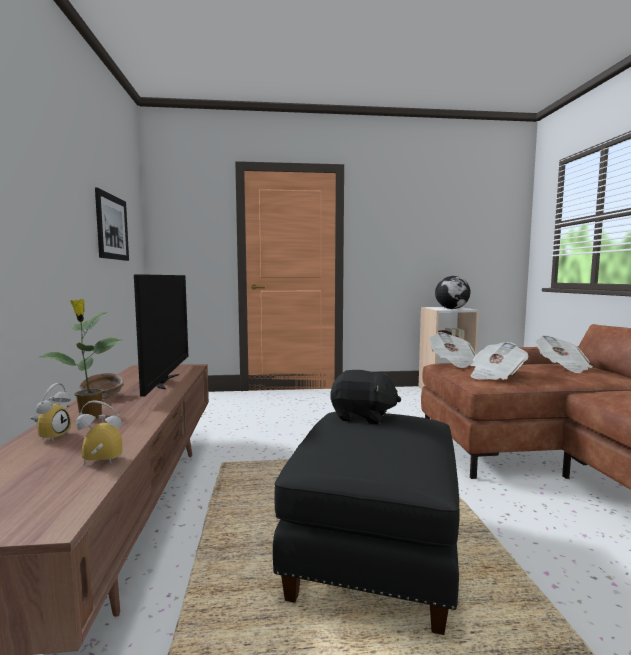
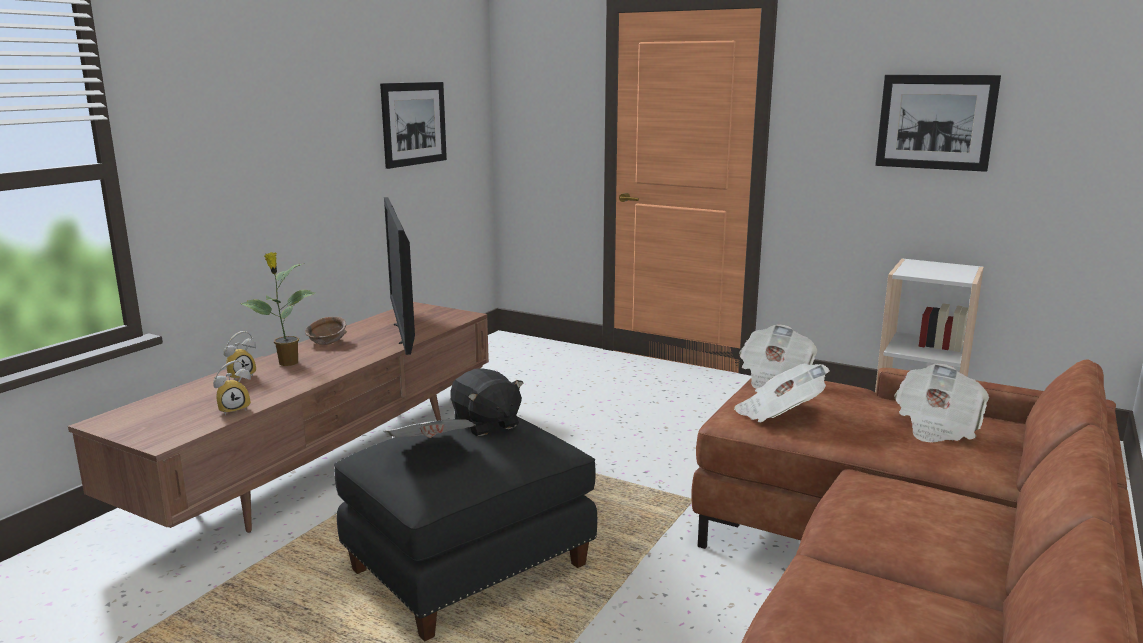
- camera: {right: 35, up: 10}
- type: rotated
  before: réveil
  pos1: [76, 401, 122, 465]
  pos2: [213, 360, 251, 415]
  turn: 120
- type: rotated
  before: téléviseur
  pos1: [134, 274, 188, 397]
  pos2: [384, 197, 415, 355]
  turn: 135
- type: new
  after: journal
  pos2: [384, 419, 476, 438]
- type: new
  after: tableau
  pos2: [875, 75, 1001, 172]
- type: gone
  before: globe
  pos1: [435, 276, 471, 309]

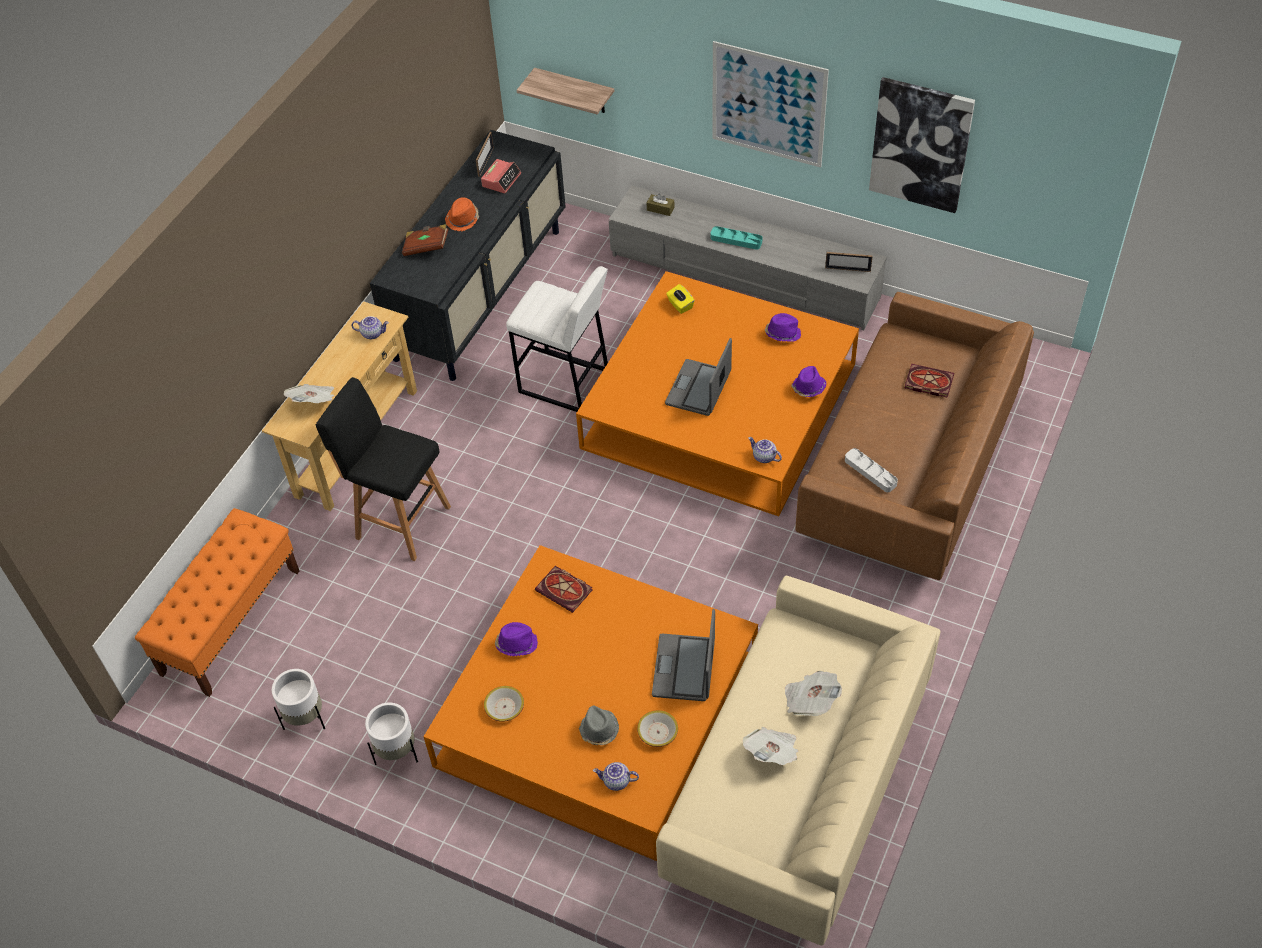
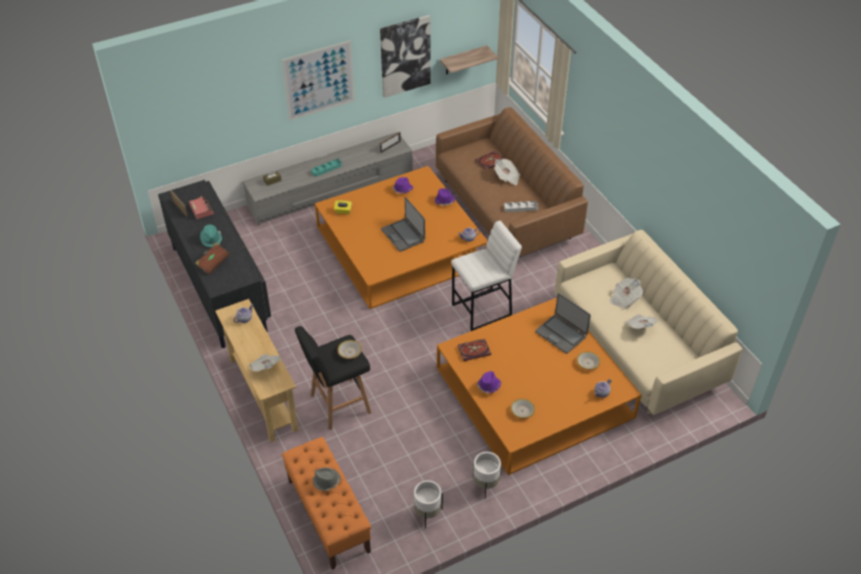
- camera: {right: -55, up: -5}
- type: repainted
  before: chapeau [orange]
  after: chapeau [turquoise]
  pos1: [445, 197, 479, 231]
  pos2: [200, 224, 222, 247]
- type: shifted
  before: chapeau [gris]
  pos1: [579, 705, 619, 745]
  pos2: [313, 467, 341, 491]
- type: new
  after: bol
  pos2: [337, 340, 362, 359]
- type: shifted
  before: étagère
  pos1: [517, 68, 614, 114]
  pos2: [440, 45, 498, 74]
- type: shifted
  before: tabouret [blanc]
  pos1: [506, 266, 608, 412]
  pos2: [451, 221, 522, 331]
- type: new
  after: journal
  pos2: [494, 159, 521, 185]

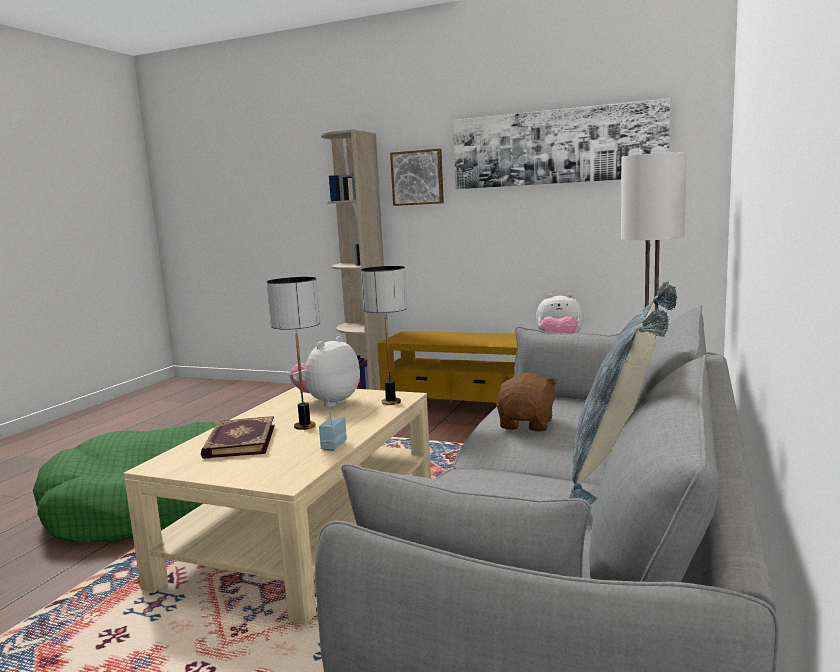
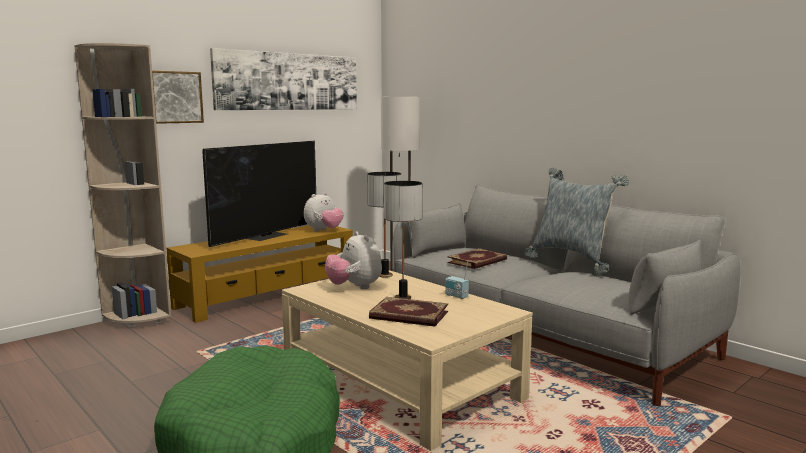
- camera: {right: -65, up: 0}
- type: new
  after: téléviseur
  pos2: [202, 141, 316, 247]
- type: swapped
  before: peluche [marron]
  after: livre
  pos1: [496, 373, 558, 432]
  pos2: [447, 248, 507, 269]

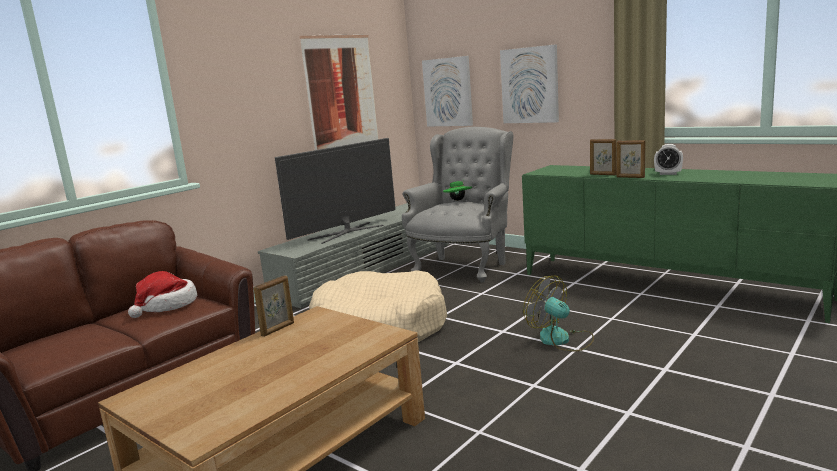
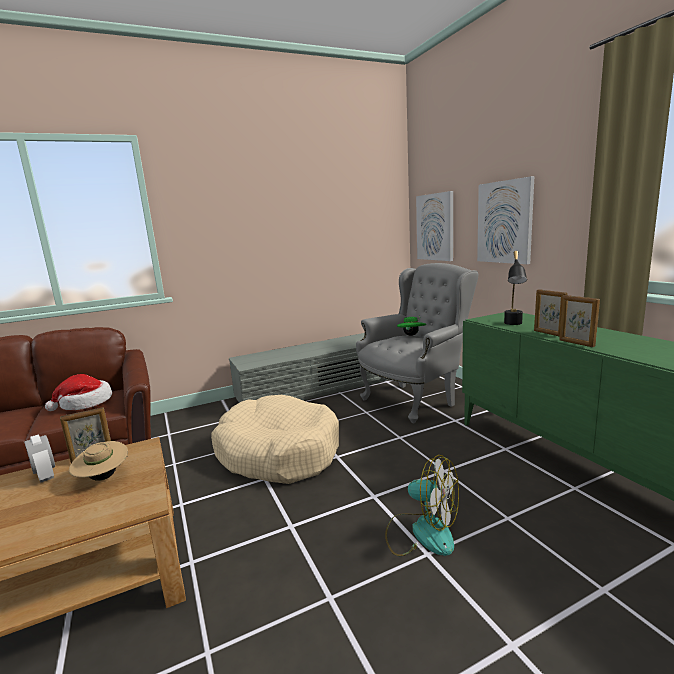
- camera: {right: 25, up: 0}
- type: shifted
  before: réveil
  pos1: [654, 144, 683, 175]
  pos2: [24, 435, 55, 483]
- type: new
  after: chapeau [beige]
  pos2: [69, 441, 128, 481]
- type: rotated
  before: ventilateur
  pos1: [523, 275, 594, 351]
  pos2: [385, 455, 459, 556]
  turn: 135
- type: new
  after: lampe de table [noir]
  pos2: [504, 251, 527, 325]
- type: gone
  before: téléviseur
  pos1: [275, 138, 396, 244]
- type: gone
  before: tableau
  pos1: [299, 34, 378, 150]

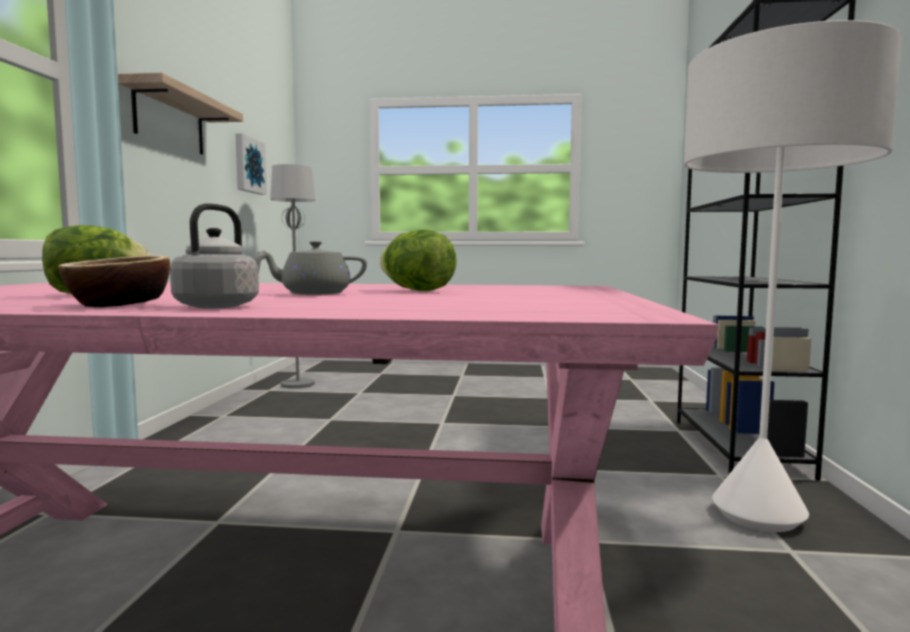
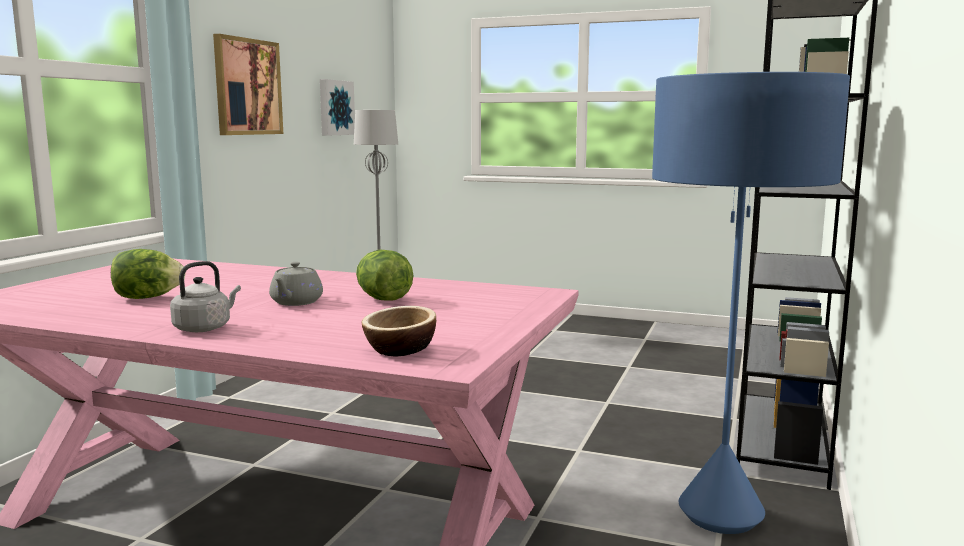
- camera: {right: 15, up: 5}
- type: swapped
  before: étagère
  after: tableau
  pos1: [118, 73, 243, 155]
  pos2: [213, 34, 283, 135]
- type: rotated
  before: théière [gris]
  pos1: [257, 241, 367, 295]
  pos2: [269, 262, 323, 306]
  turn: -90
- type: shifted
  before: bol
  pos1: [58, 255, 170, 307]
  pos2: [362, 306, 436, 357]
- type: repainted
  before: lampadaire [blanc]
  after: lampadaire [bleu]
  pos1: [684, 20, 902, 532]
  pos2: [652, 72, 850, 534]

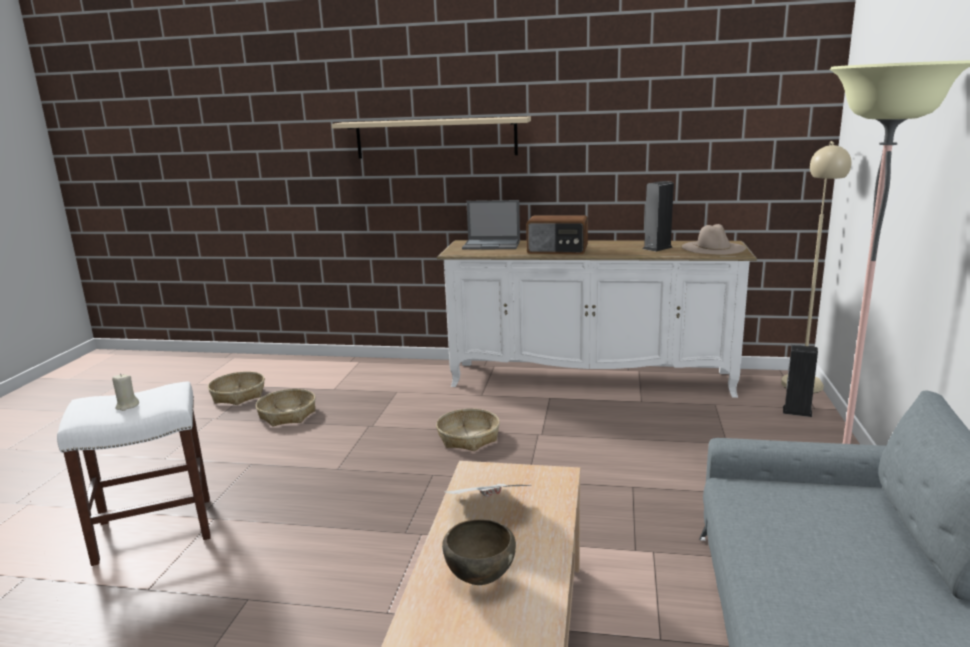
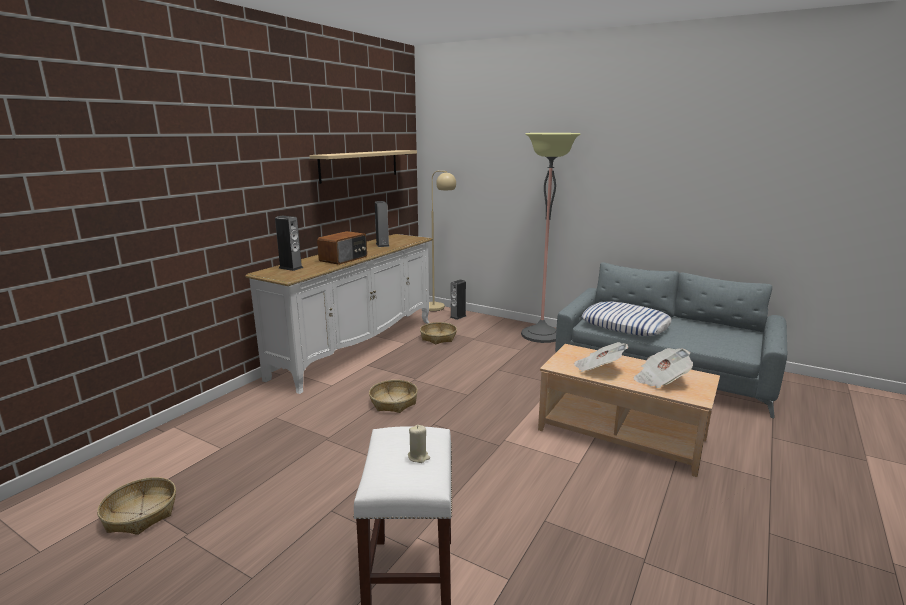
- camera: {right: -70, up: 0}
- type: swapped
  before: ordinateur portable
  after: enceinte
  pos1: [462, 200, 520, 250]
  pos2: [275, 216, 303, 271]
- type: shifted
  before: étagère [beige]
  pos1: [331, 116, 531, 159]
  pos2: [309, 150, 417, 184]
- type: shifted
  before: panier
  pos1: [256, 389, 316, 427]
  pos2: [420, 322, 457, 344]
- type: new
  after: coussin
  pos2: [582, 301, 672, 336]
- type: swapped
  before: bol [marron]
  after: journal
  pos1: [442, 519, 516, 585]
  pos2: [633, 348, 693, 388]
- type: gone
  before: chapeau [beige]
  pos1: [682, 224, 746, 255]

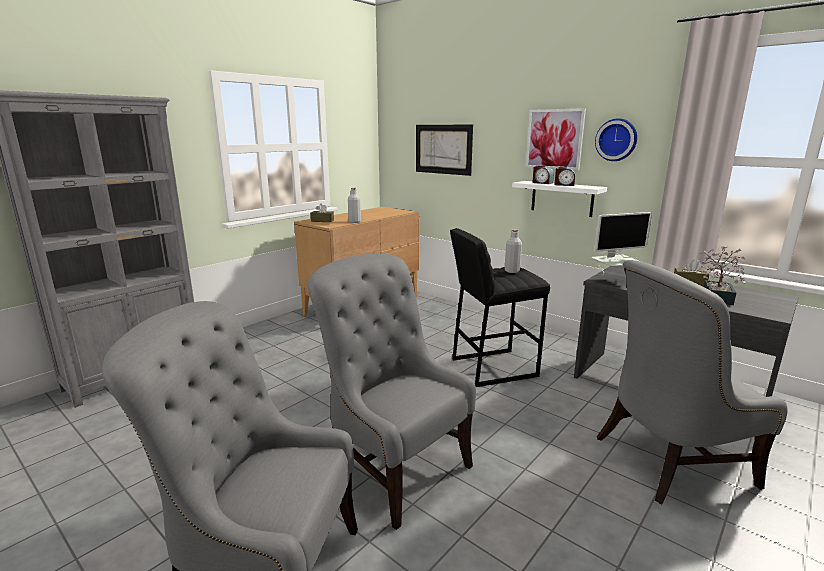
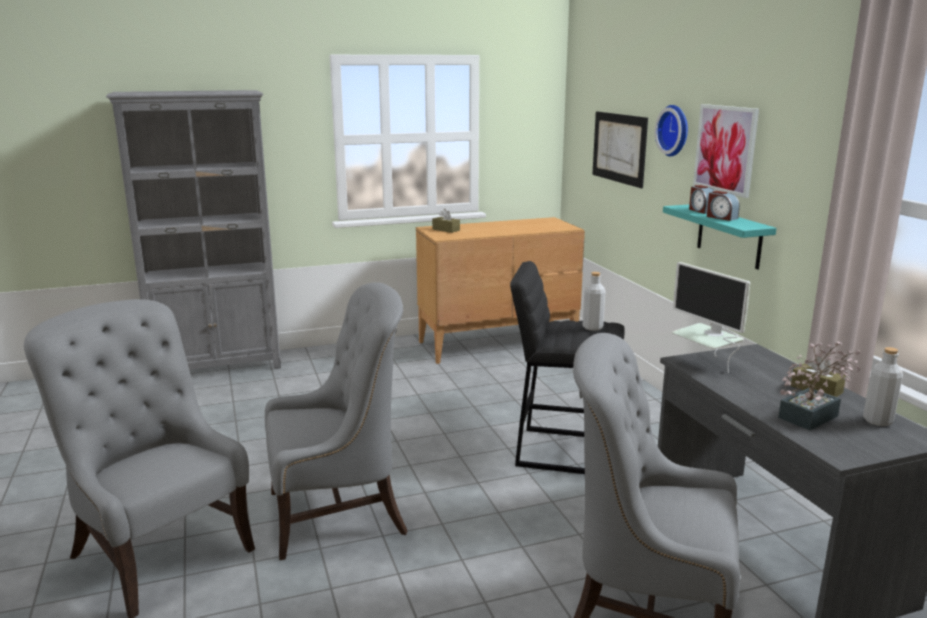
- camera: {right: 30, up: 0}
- type: rotated
  before: chaise [gris]
  pos1: [308, 253, 476, 530]
  pos2: [265, 282, 407, 560]
  turn: 90
- type: shifted
  before: horloge murale
  pos1: [595, 118, 637, 161]
  pos2: [655, 105, 688, 156]
- type: repainted
  before: étagère [blanc]
  after: étagère [turquoise]
  pos1: [512, 181, 607, 217]
  pos2: [663, 204, 777, 269]
- type: rotated
  before: écran d'ordinateur
  pos1: [591, 212, 652, 275]
  pos2: [672, 262, 750, 373]
  turn: 45
- type: shifted
  before: bouteille [gris]
  pos1: [348, 188, 361, 223]
  pos2: [863, 347, 903, 426]

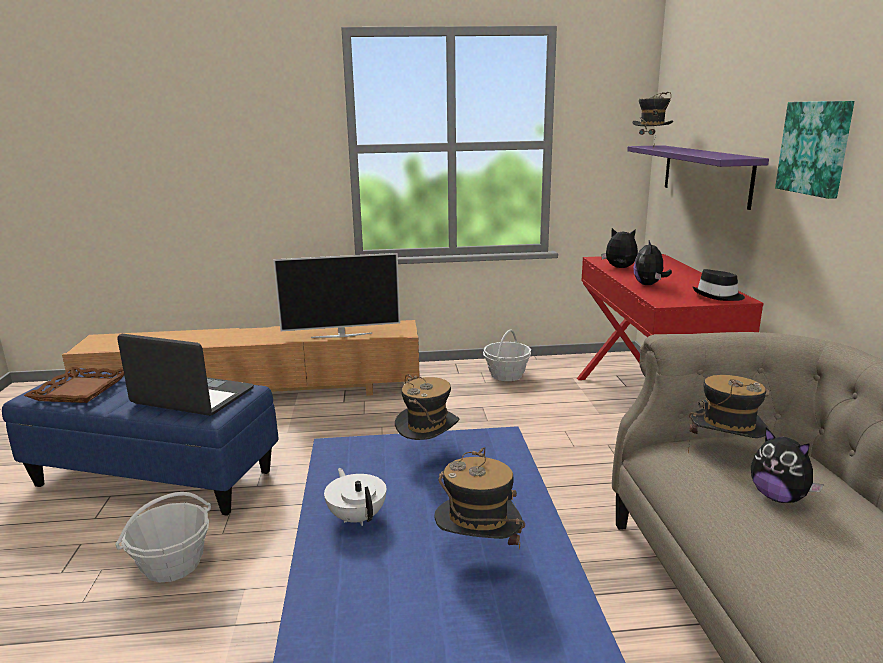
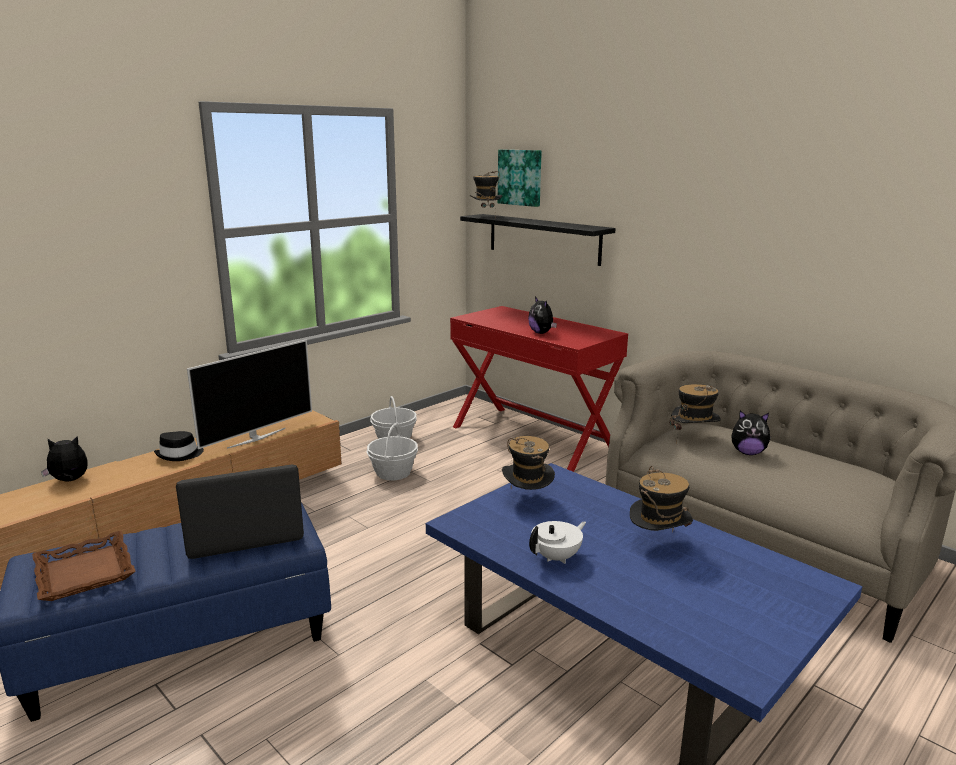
- camera: {right: -40, up: 0}
- type: shifted
  before: peluche
  pos1: [601, 228, 638, 268]
  pos2: [41, 436, 88, 481]
- type: shifted
  before: chapeau [noir]
  pos1: [693, 269, 745, 301]
  pos2: [154, 431, 204, 461]
- type: shifted
  before: panier
  pos1: [115, 492, 211, 583]
  pos2: [366, 424, 418, 481]
- type: repainted
  before: étagère [violet]
  after: étagère [noir]
  pos1: [627, 145, 769, 210]
  pos2: [460, 214, 616, 266]
- type: shifted
  before: tableau
  pos1: [775, 101, 854, 199]
  pos2: [498, 150, 542, 207]
- type: rotated
  before: théière [blanc]
  pos1: [324, 468, 386, 526]
  pos2: [529, 521, 586, 564]
  turn: 120

